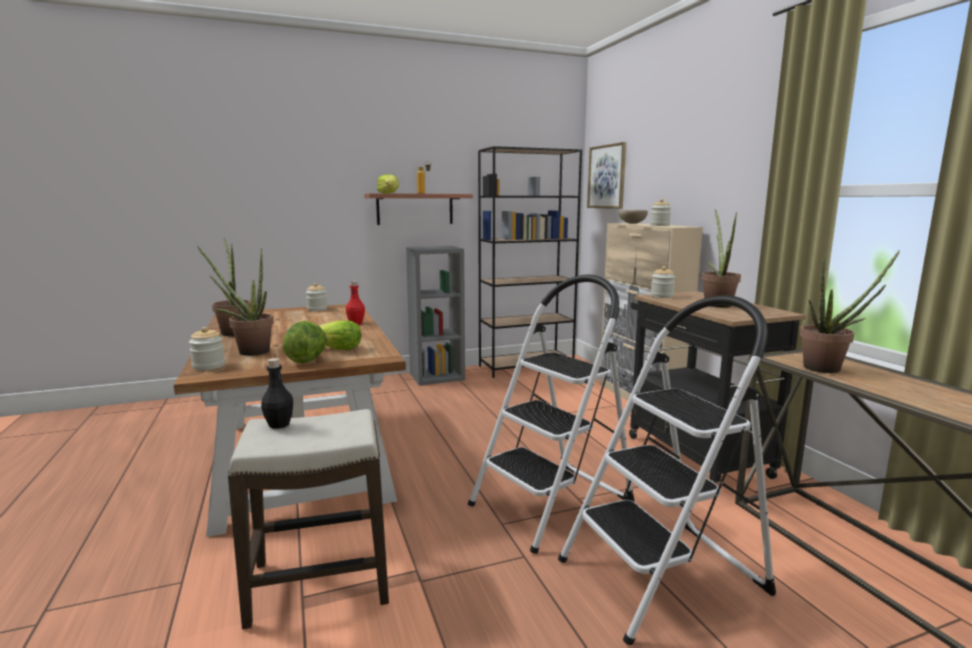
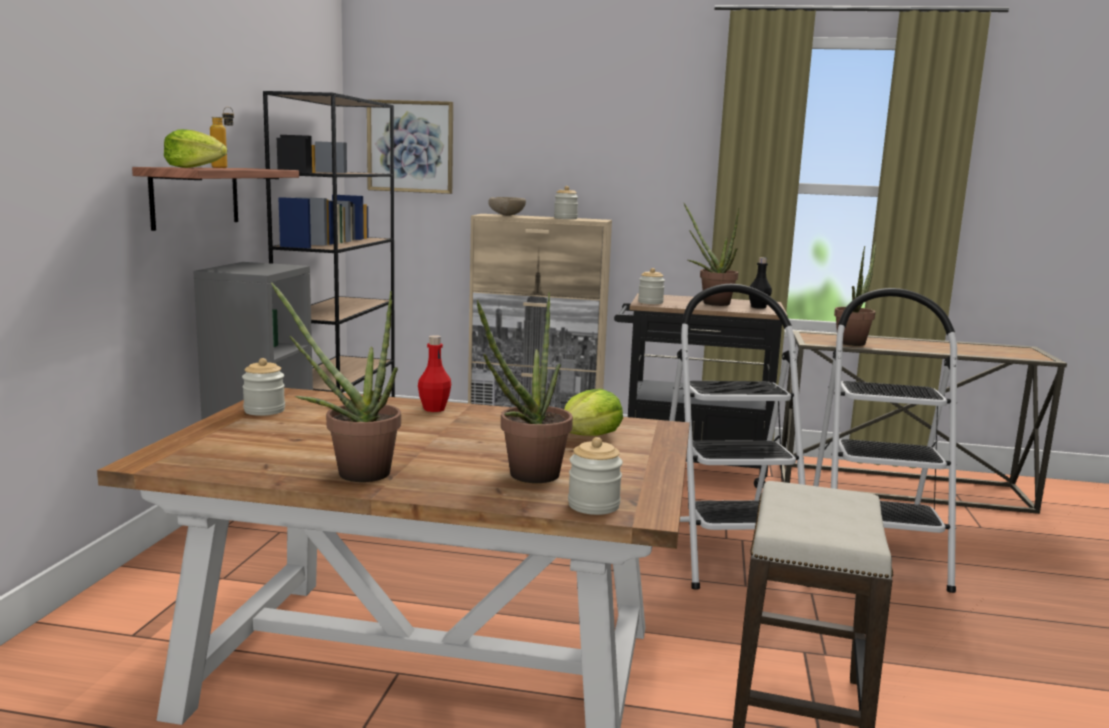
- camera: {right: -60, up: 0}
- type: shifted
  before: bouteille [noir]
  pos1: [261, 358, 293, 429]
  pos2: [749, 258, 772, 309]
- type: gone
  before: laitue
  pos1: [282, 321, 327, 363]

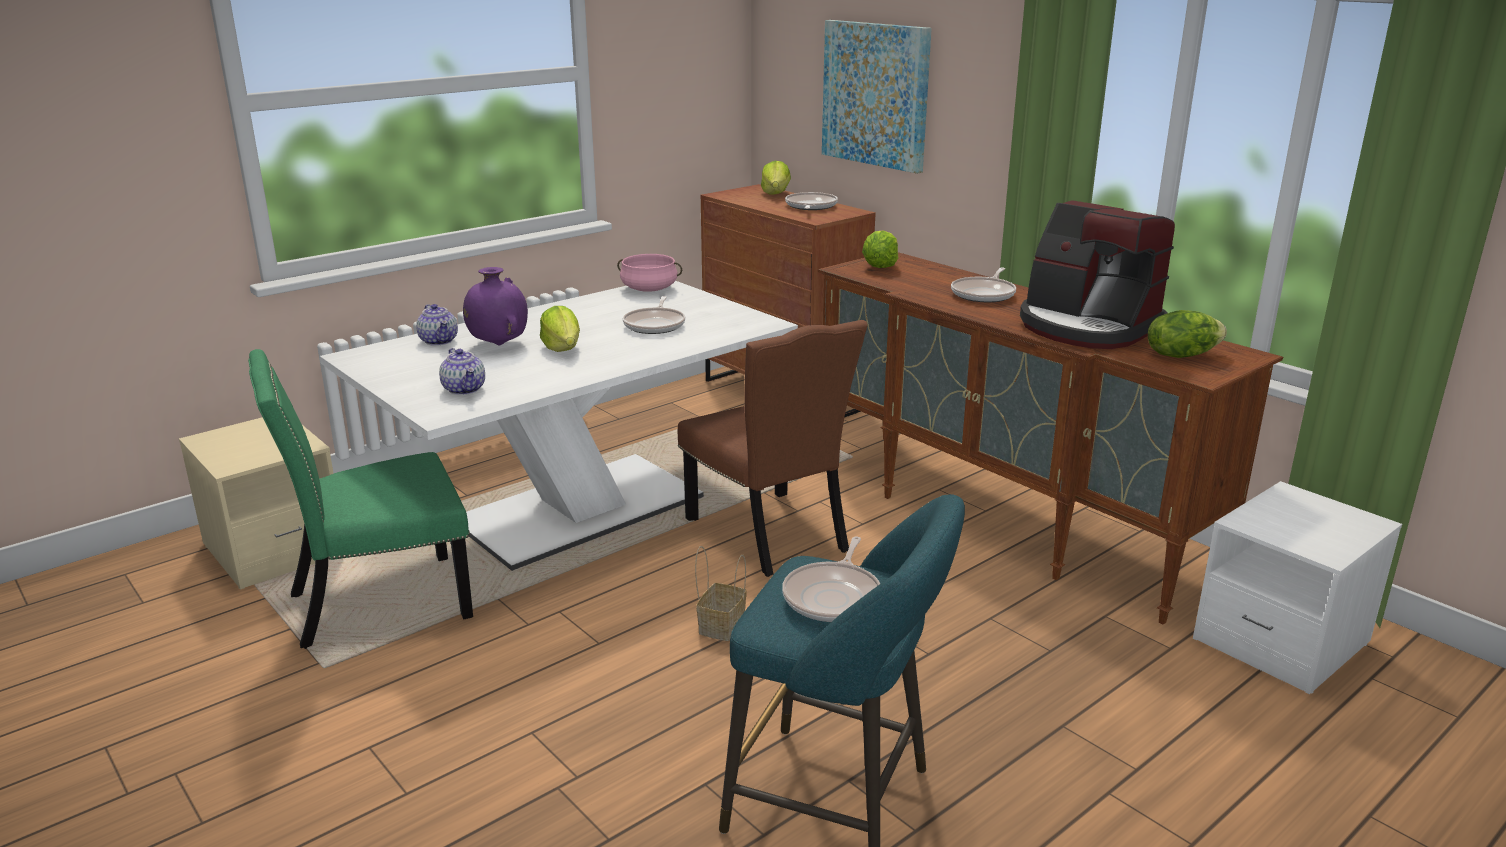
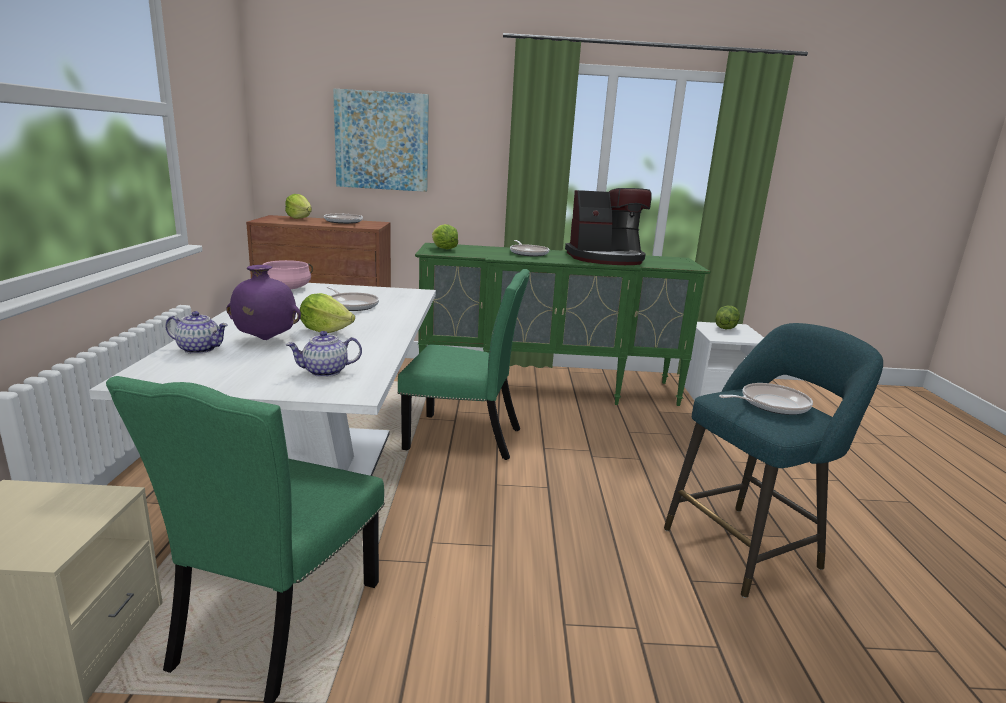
- camera: {right: -50, up: -5}
- type: rotated
  before: théière
  pos1: [439, 348, 485, 395]
  pos2: [286, 331, 362, 377]
  turn: 150
- type: repainted
  before: chaise [marron]
  after: chaise [vert]
  pos1: [678, 320, 868, 577]
  pos2: [398, 269, 530, 460]
- type: repainted
  before: meuble de rangement [marron]
  after: meuble de rangement [vert]
  pos1: [818, 252, 1283, 625]
  pos2: [415, 243, 711, 406]
- type: shifted
  before: laitue
  pos1: [1148, 310, 1227, 358]
  pos2: [715, 306, 740, 329]
- type: rotated
  before: poêle
  pos1: [782, 536, 880, 622]
  pos2: [719, 383, 813, 415]
  turn: -75
- type: gone
  before: panier
  pos1: [695, 546, 747, 641]

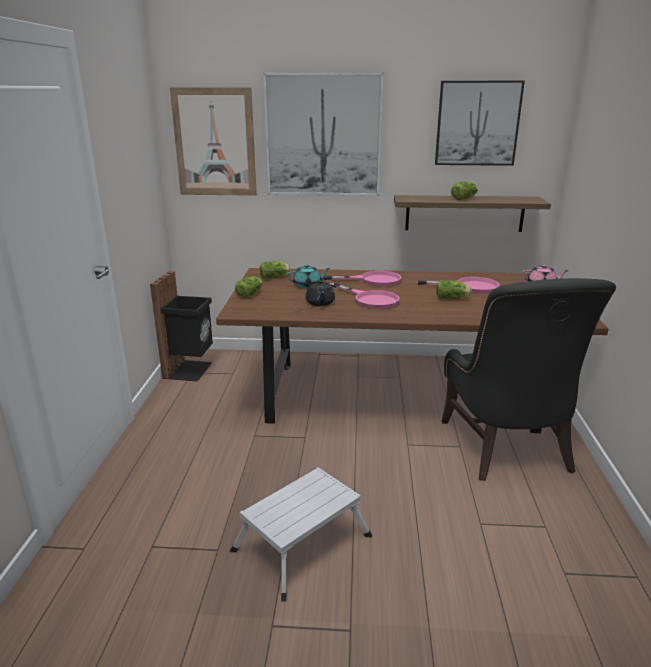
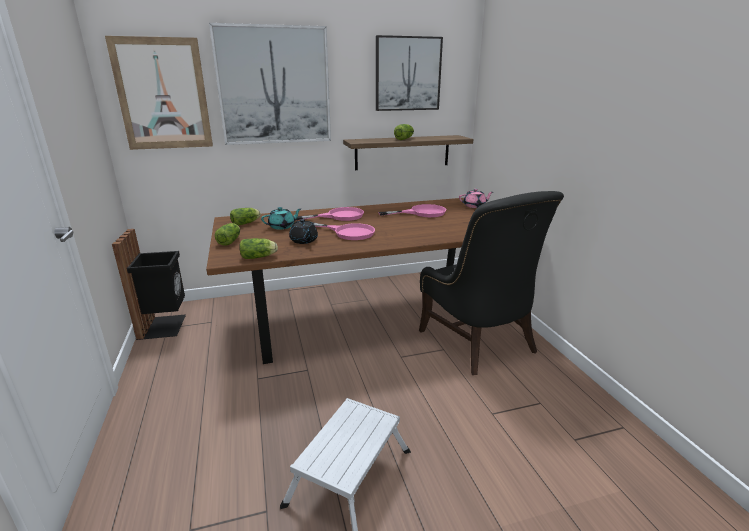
- camera: {right: -20, up: 0}
- type: shifted
  before: laitue
  pos1: [436, 280, 472, 299]
  pos2: [240, 238, 278, 259]

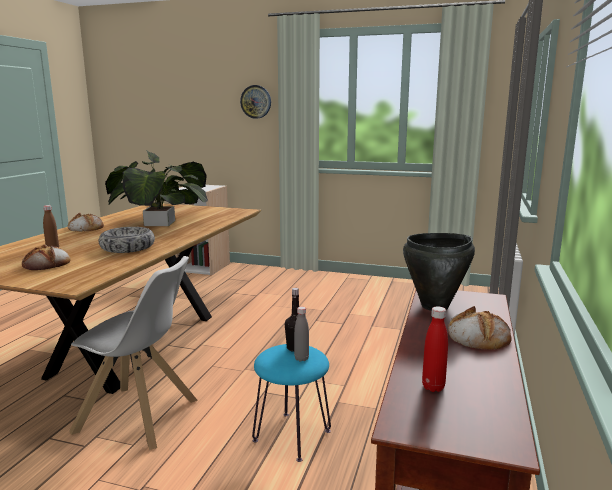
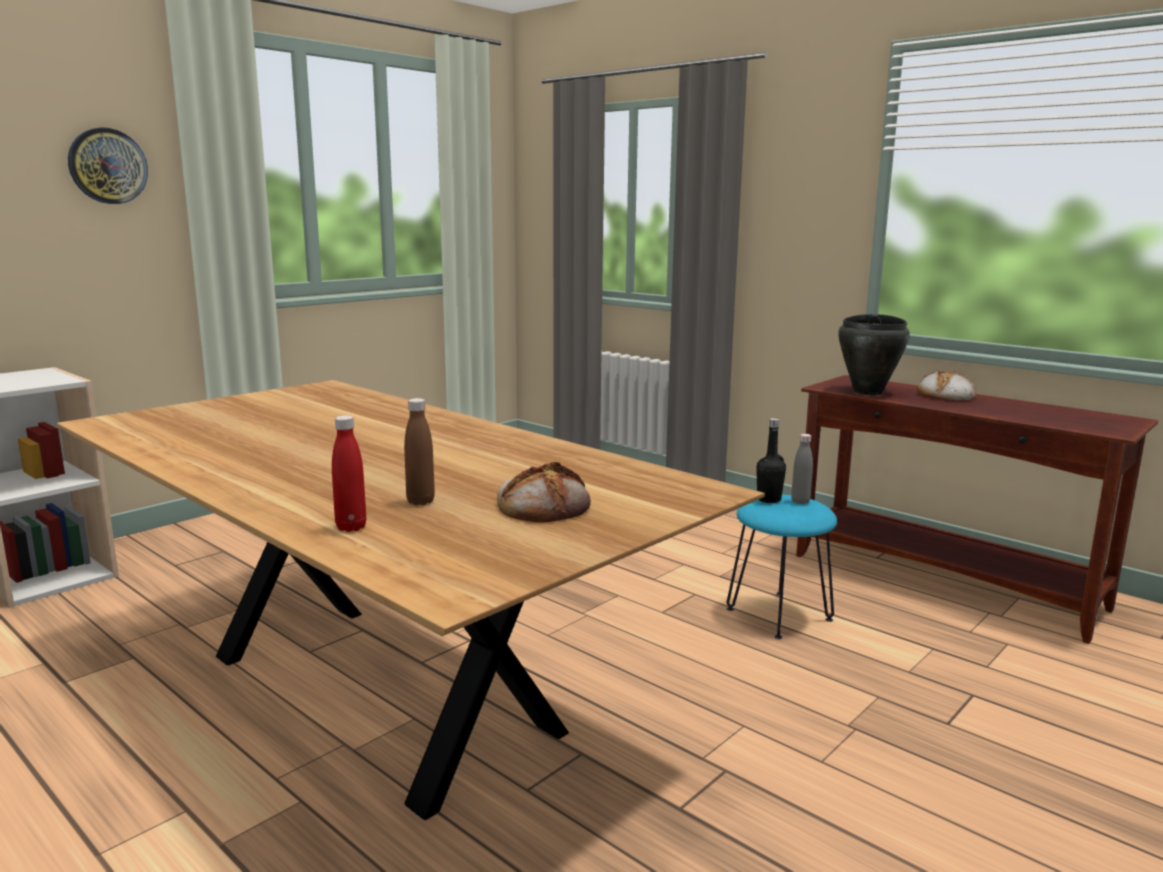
- camera: {right: -65, up: 0}
- type: shifted
  before: bouteille [rouge]
  pos1: [422, 306, 448, 392]
  pos2: [332, 415, 366, 532]
- type: gone
  before: pain
  pos1: [68, 213, 104, 232]
- type: gone
  before: chaise
  pos1: [69, 256, 198, 450]
- type: gone
  before: bol
  pos1: [99, 227, 155, 253]
- type: gone
  before: plante en pot
  pos1: [105, 150, 208, 226]

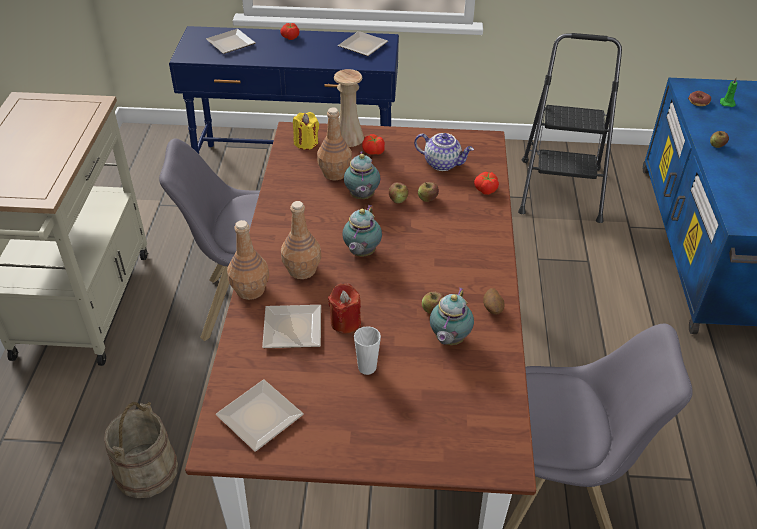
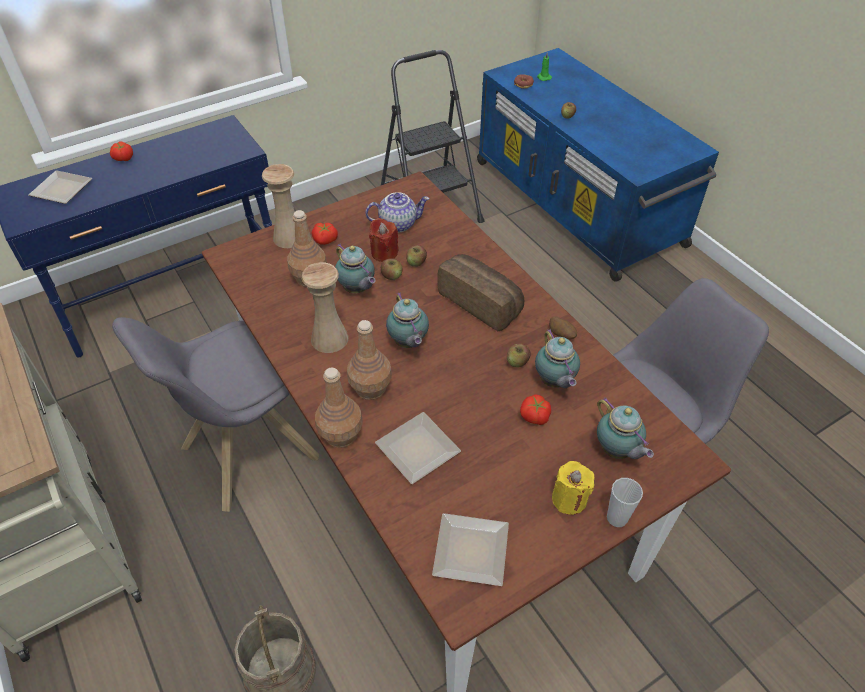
- camera: {right: -35, up: 5}
- type: new
  after: vase [beige]
  pos2: [301, 262, 349, 353]
- type: shifted
  before: bougie [rouge]
  pos1: [328, 284, 361, 333]
  pos2: [369, 218, 399, 262]
- type: new
  after: pain
  pos2: [437, 254, 524, 331]
- type: shifted
  before: tomate
  pos1: [474, 172, 499, 195]
  pos2: [520, 394, 551, 425]
- type: shifted
  before: bougie [jaune]
  pos1: [293, 112, 319, 150]
  pos2: [552, 461, 595, 515]
- type: new
  after: théière
  pos2: [597, 398, 654, 459]
- type: shifted
  before: tasse
  pos1: [354, 326, 381, 375]
  pos2: [607, 478, 643, 527]
- type: gone
  before: assiette
  pos1: [338, 31, 388, 56]

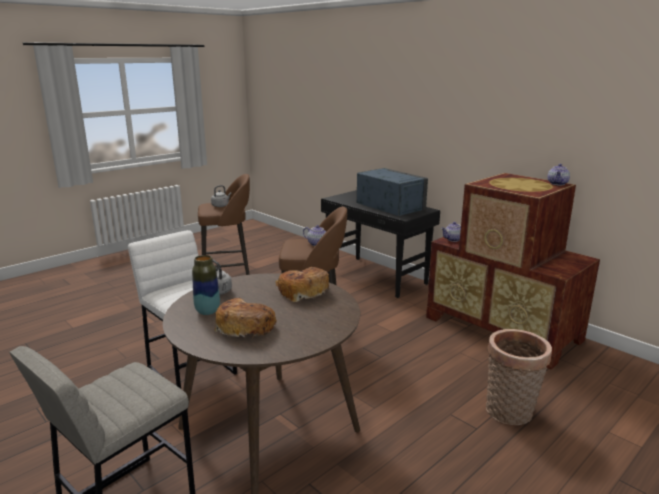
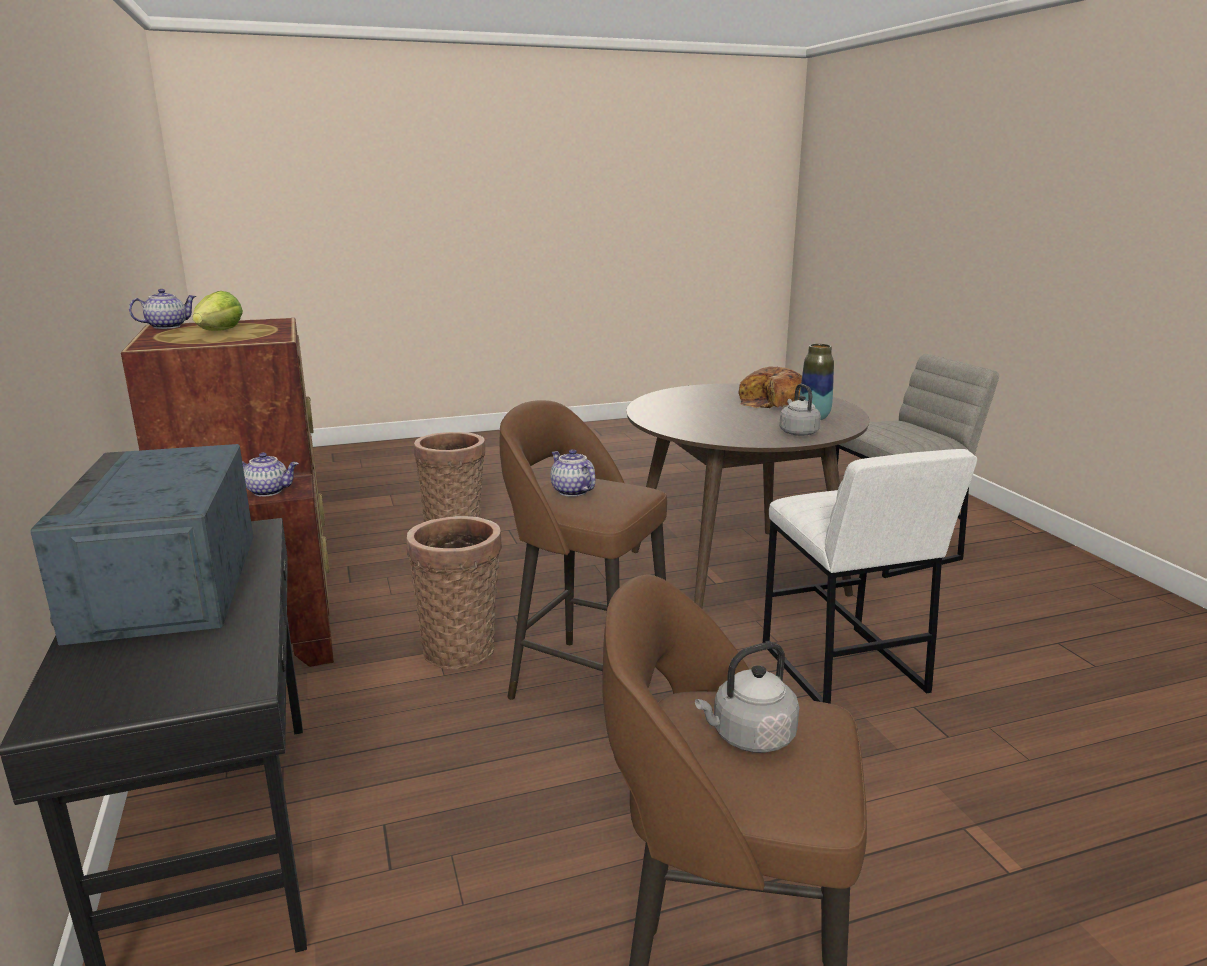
- camera: {right: -155, up: 0}
- type: new
  after: laitue
  pos2: [192, 291, 243, 331]
- type: new
  after: panier
  pos2: [406, 516, 502, 669]
- type: gone
  before: pain
  pos1: [275, 267, 329, 302]

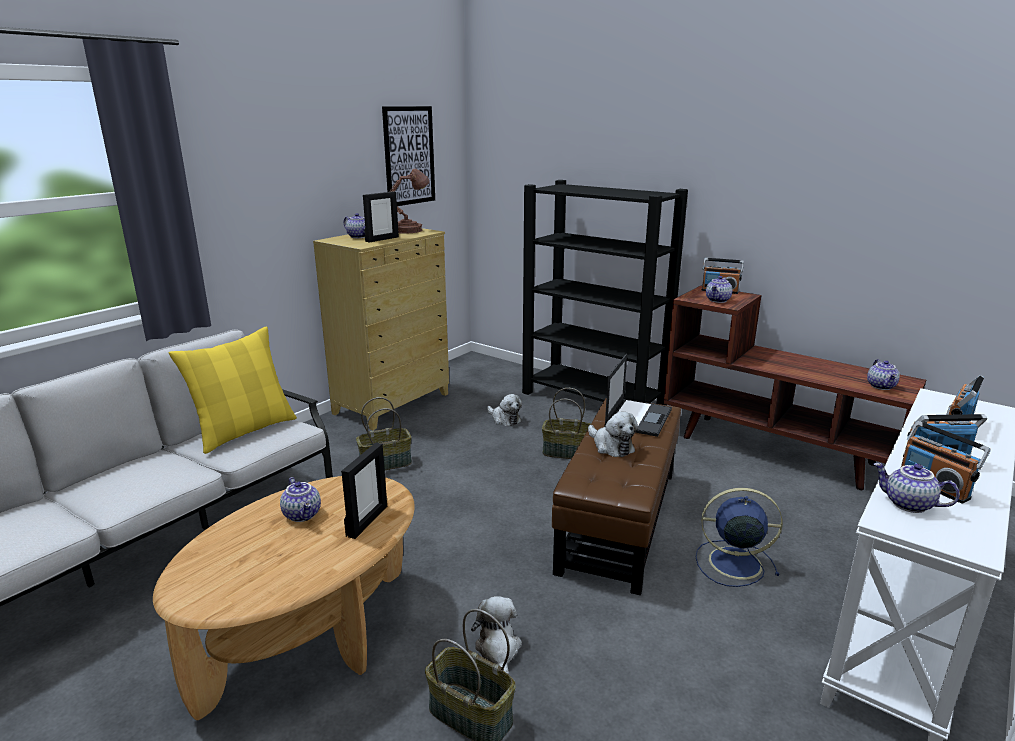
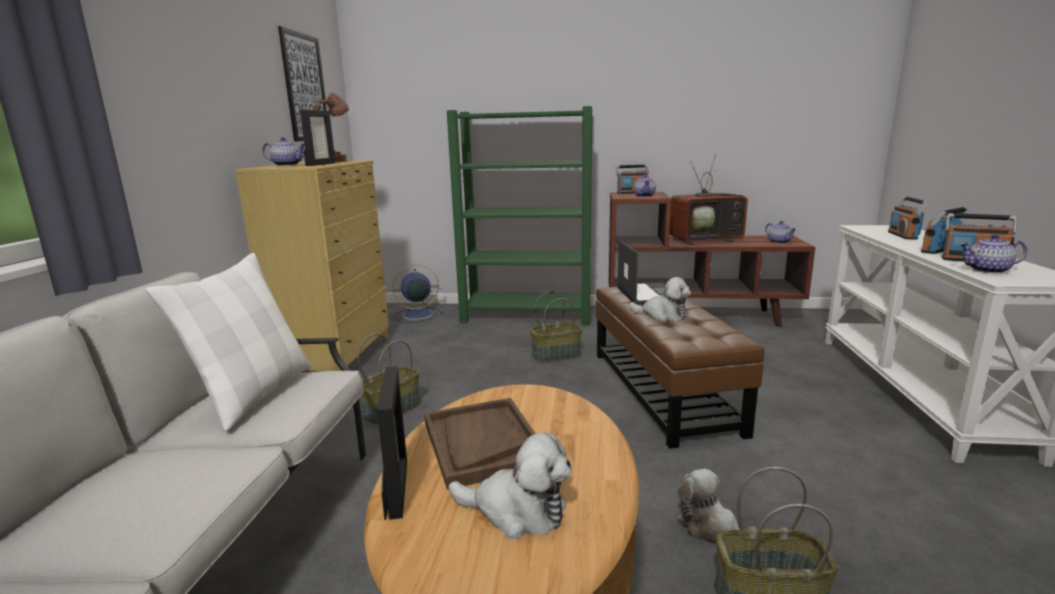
- camera: {right: -30, up: -5}
- type: repainted
  before: coussin [jaune]
  after: coussin [blanc]
  pos1: [169, 326, 297, 454]
  pos2: [146, 253, 311, 431]
- type: shifted
  before: cadre photo
  pos1: [341, 443, 387, 539]
  pos2: [377, 366, 407, 520]
- type: shifted
  before: ventilateur [bleu]
  pos1: [696, 488, 783, 587]
  pos2: [393, 265, 443, 323]
- type: swapped
  before: théière
  after: plateau [marron]
  pos1: [280, 477, 321, 522]
  pos2: [424, 398, 536, 490]
- type: repainted
  before: bibliothèque [noir]
  after: bibliothèque [vert]
  pos1: [522, 180, 688, 405]
  pos2: [447, 106, 592, 325]
- type: shifted
  before: peluche
  pos1: [487, 394, 522, 426]
  pos2: [449, 433, 572, 539]
- type: new
  after: téléviseur
  pos2: [670, 154, 748, 245]

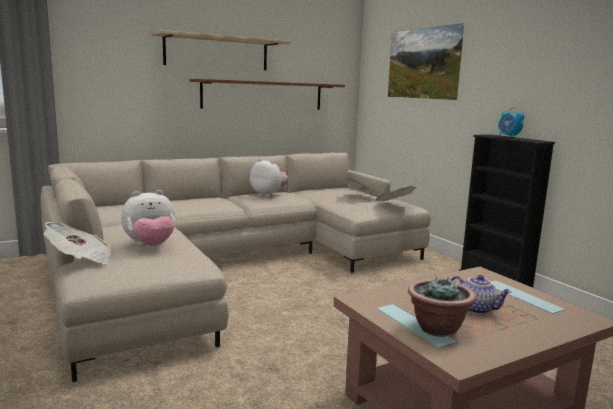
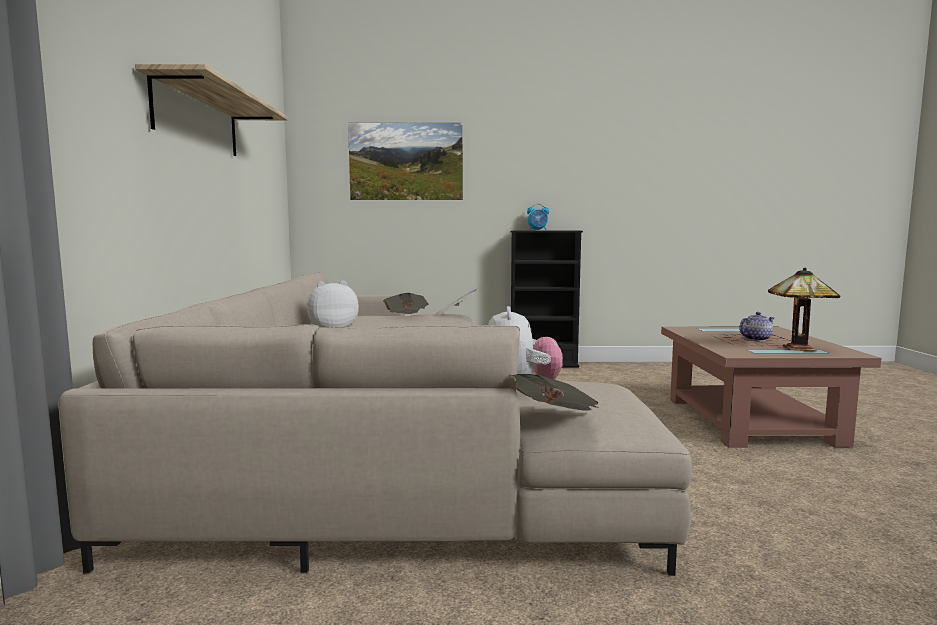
- camera: {right: -60, up: -5}
- type: swapped
  before: plante en pot
  after: lampe de table
  pos1: [408, 276, 476, 337]
  pos2: [768, 268, 840, 351]
- type: gone
  before: étagère [marron]
  pos1: [189, 79, 345, 110]

